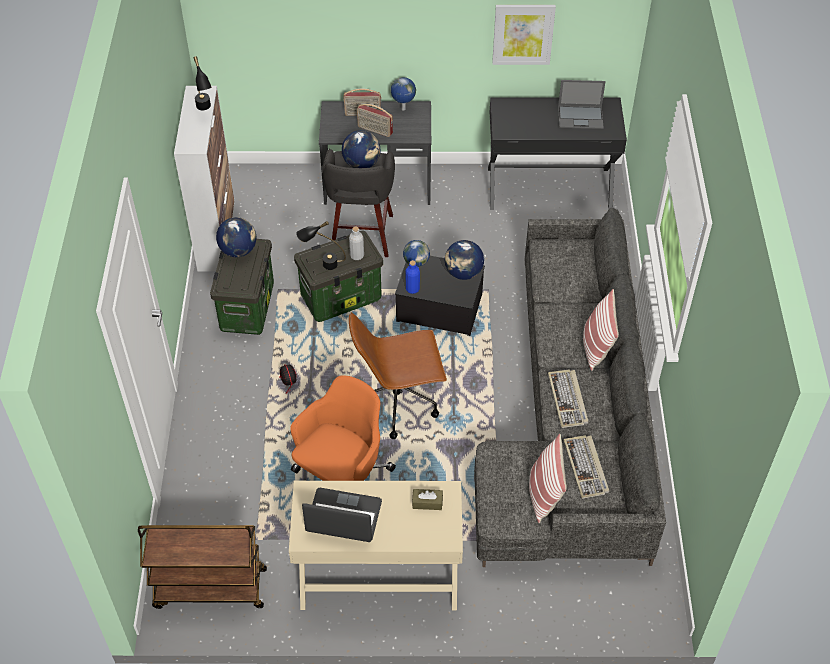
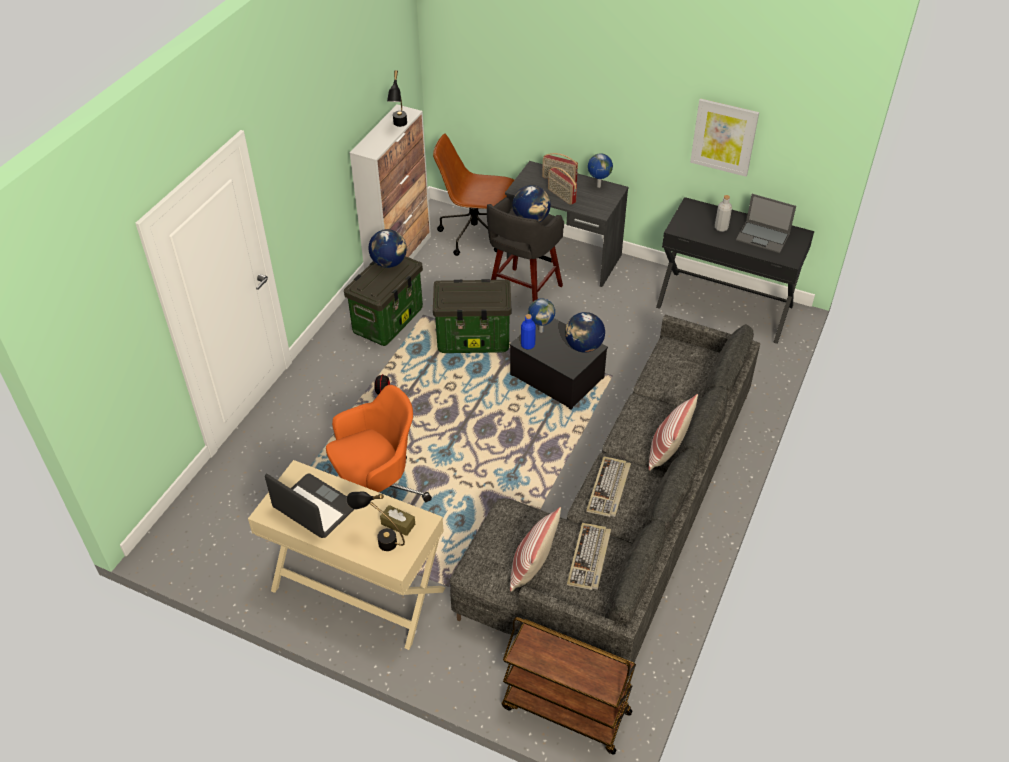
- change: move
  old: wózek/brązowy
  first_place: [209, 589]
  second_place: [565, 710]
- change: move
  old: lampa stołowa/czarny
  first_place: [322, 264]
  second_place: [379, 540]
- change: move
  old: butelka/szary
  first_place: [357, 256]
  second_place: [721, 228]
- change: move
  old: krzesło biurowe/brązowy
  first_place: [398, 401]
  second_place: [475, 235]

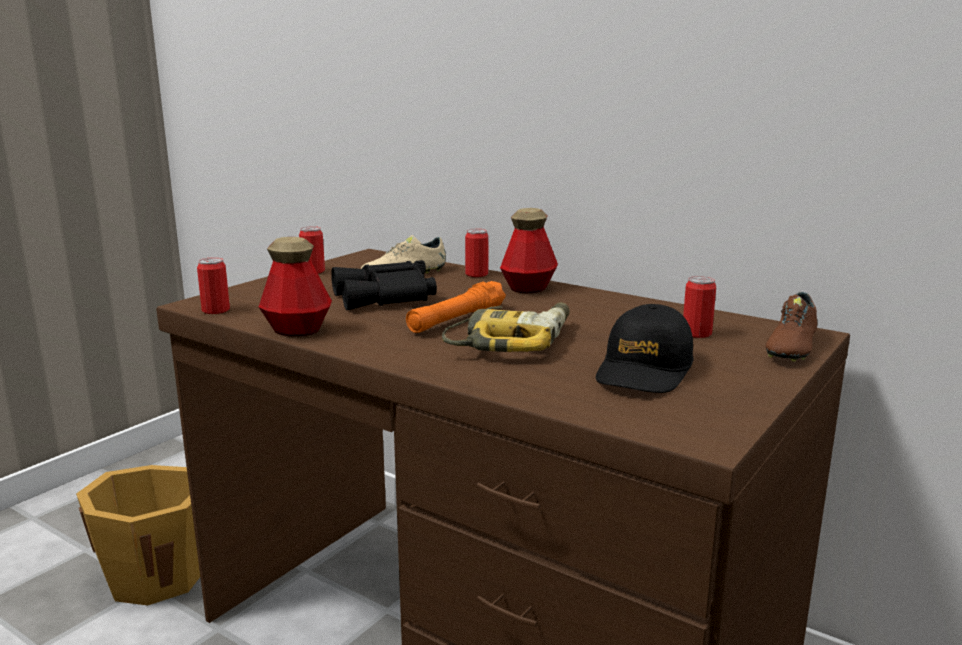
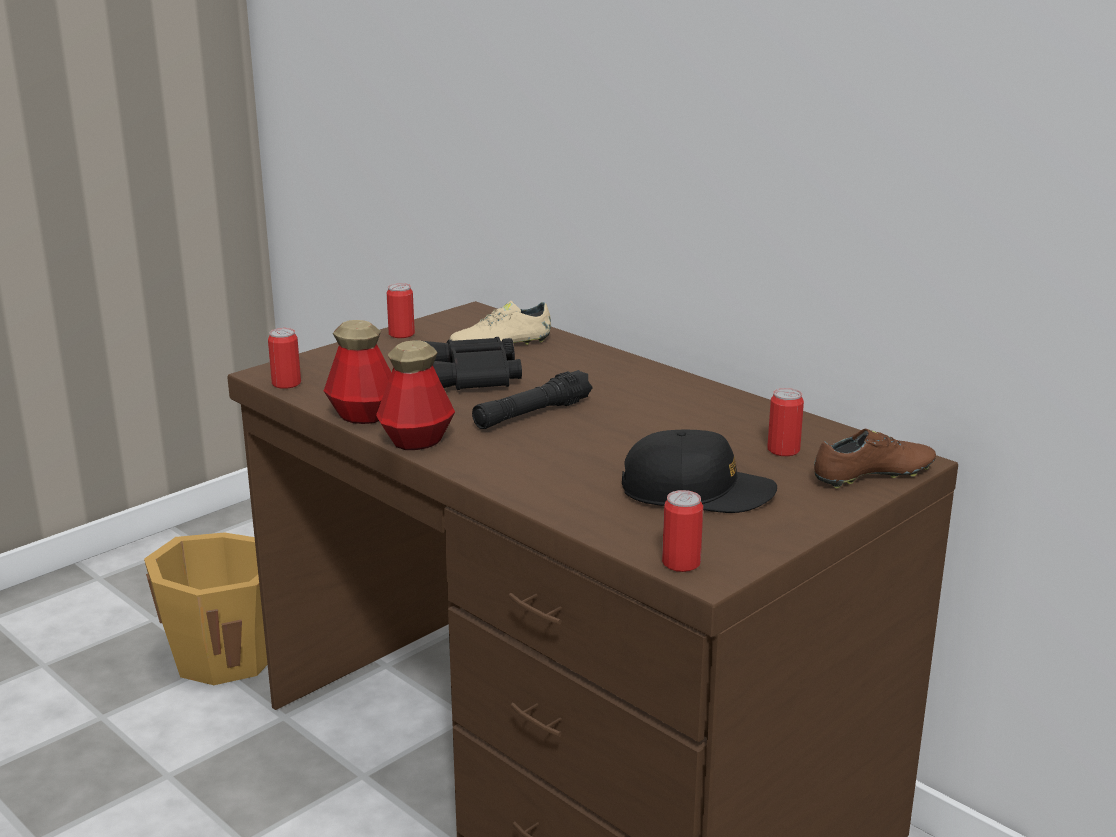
- change: delete
  old: wiertarka
  first_place: [512, 340]
- change: move
  old: puszka
  first_place: [476, 274]
  second_place: [681, 563]
- change: move
  old: butelka
  first_place: [528, 288]
  second_place: [417, 441]
- change: recolor
  old: latarka/pomarańczowy
  new: latarka/czarny
  first_place: [456, 320]
  second_place: [532, 414]
- change: rotate
  old: czapka z daszkiem/czarny
  first_place: [645, 370]
  second_place: [697, 492]
  degrees: -120
- change: rotate
  old: but/brązowy
  first_place: [790, 347]
  second_place: [873, 476]
  degrees: -150

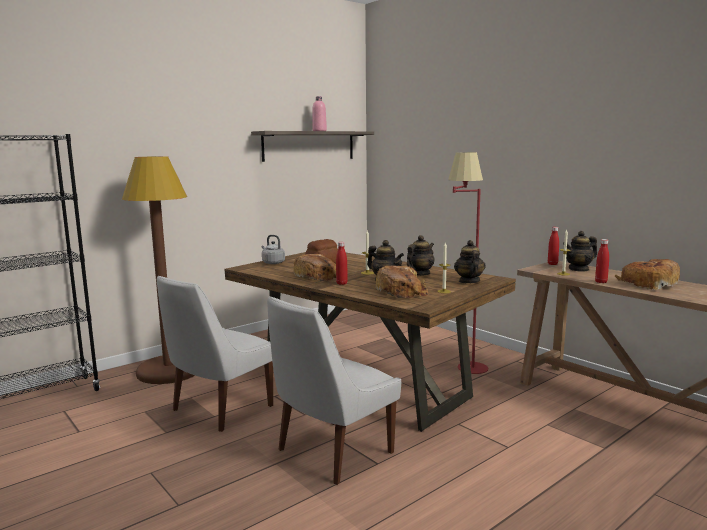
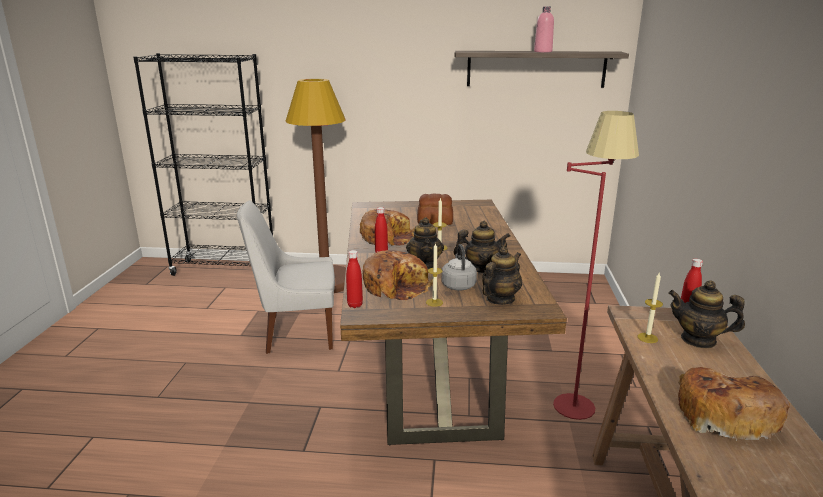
- change: delete
  old: krzesło/biały
  first_place: [331, 453]
- change: move
  old: czajnik/szary
  first_place: [272, 263]
  second_place: [458, 285]
- change: move
  old: butelka/czerwony
  first_place: [601, 282]
  second_place: [355, 305]

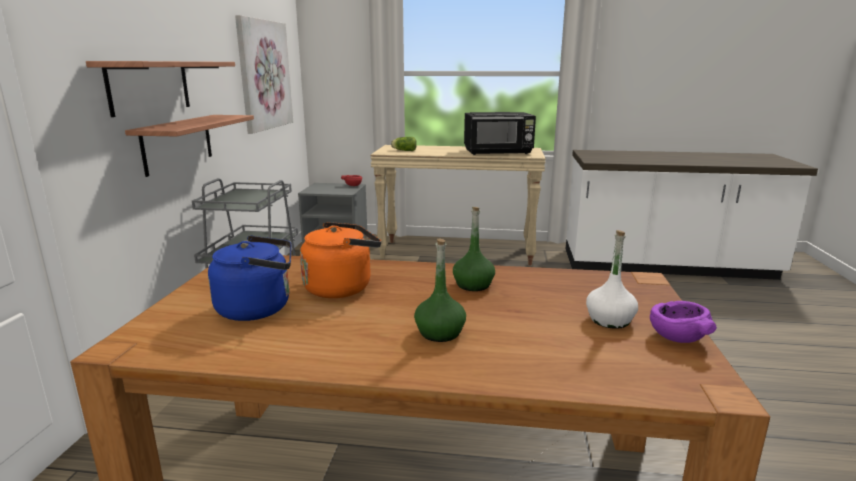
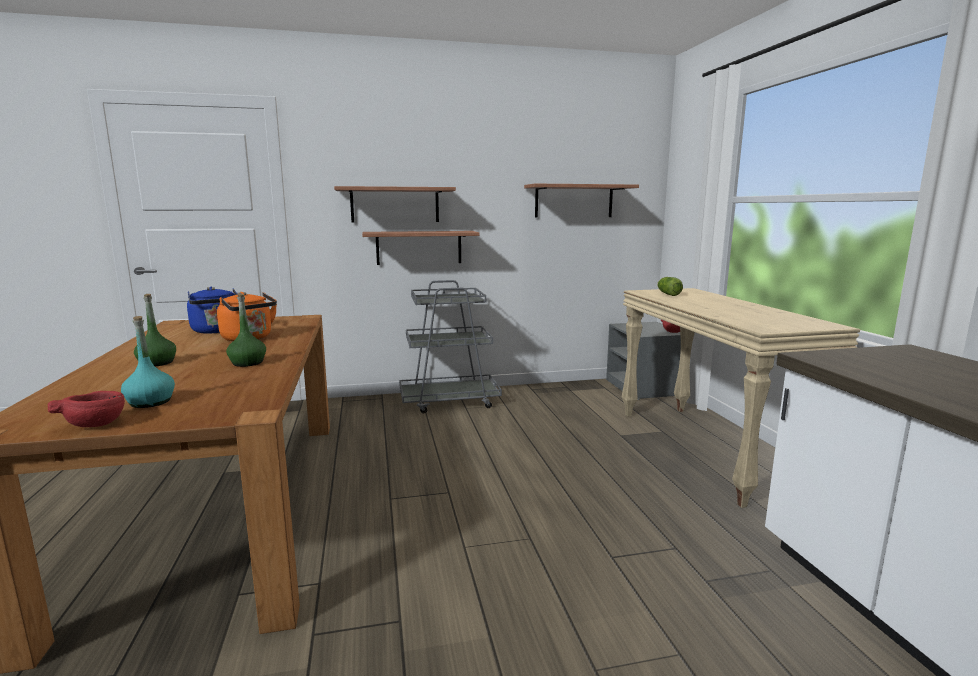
- change: delete
  old: mikrofalówka/czarny
  first_place: [498, 152]
- change: replace
  old: obraz
  new: półka
  first_place: [265, 75]
  second_place: [574, 201]
- change: recolor
  old: butelka/biały
  new: butelka/turkusowy
  first_place: [610, 320]
  second_place: [151, 402]
- change: recolor
  old: miska/fioletowy
  new: miska/czerwony
  first_place: [677, 337]
  second_place: [96, 424]

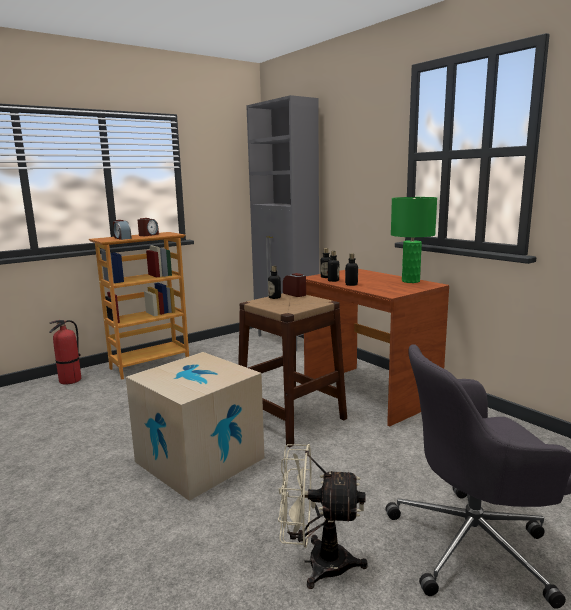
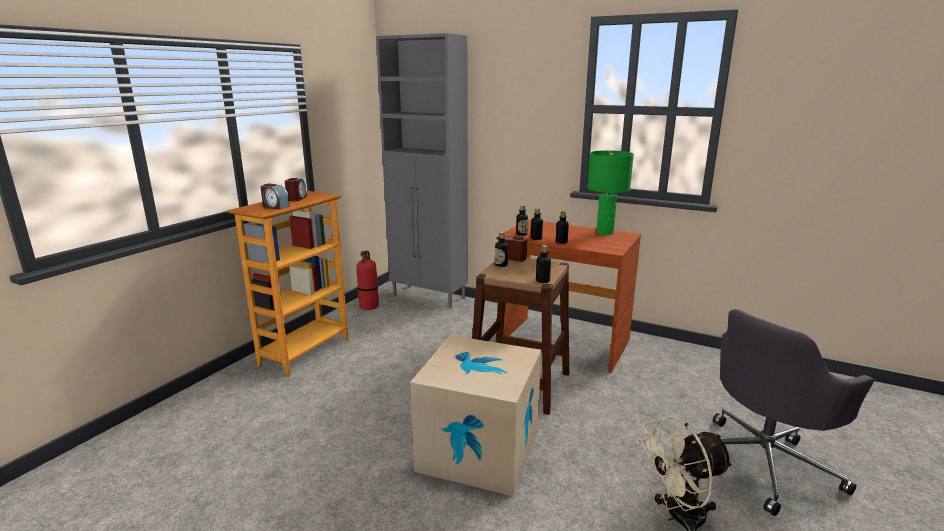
- change: insert
  new: butelka
  second_place: [542, 281]
- change: move
  old: gaśnica
  first_place: [70, 380]
  second_place: [369, 306]

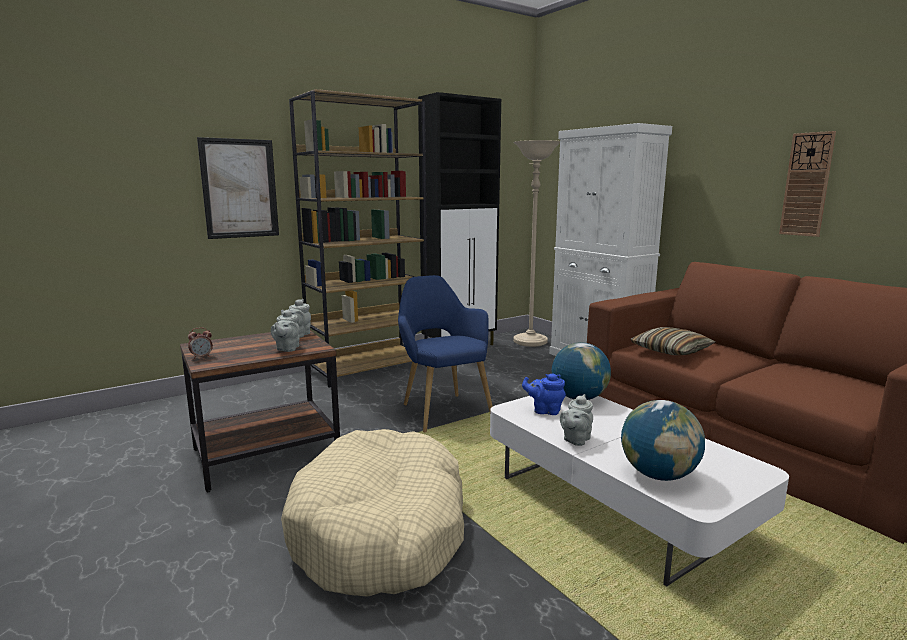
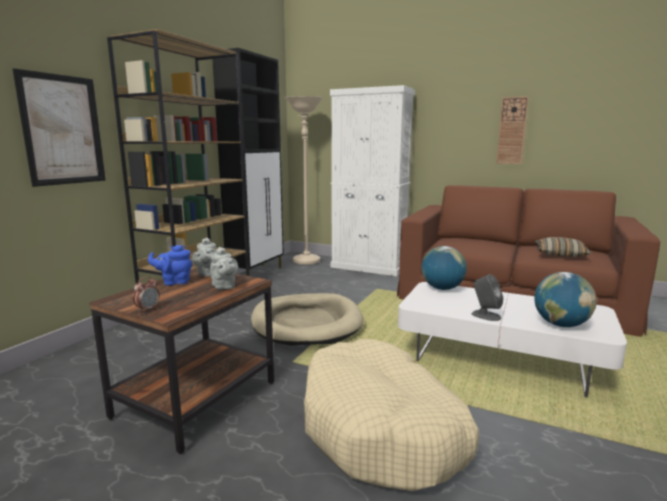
- change: move
  old: imbryk/niebieski
  first_place: [545, 411]
  second_place: [174, 282]
- change: move
  old: poduszka
  first_place: [671, 351]
  second_place: [560, 254]
- change: replace
  old: fotel/niebieski
  new: legowisko/beżowy
  first_place: [442, 410]
  second_place: [306, 323]
- change: replace
  old: imbryk/szary
  new: głośnik/szary
  first_place: [575, 440]
  second_place: [485, 315]

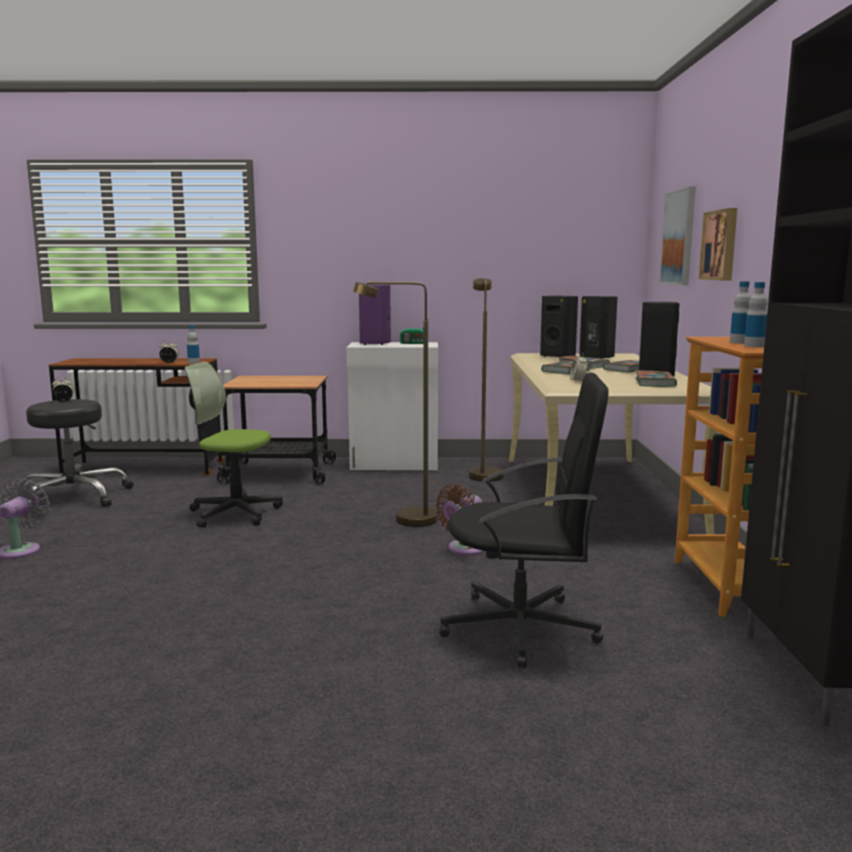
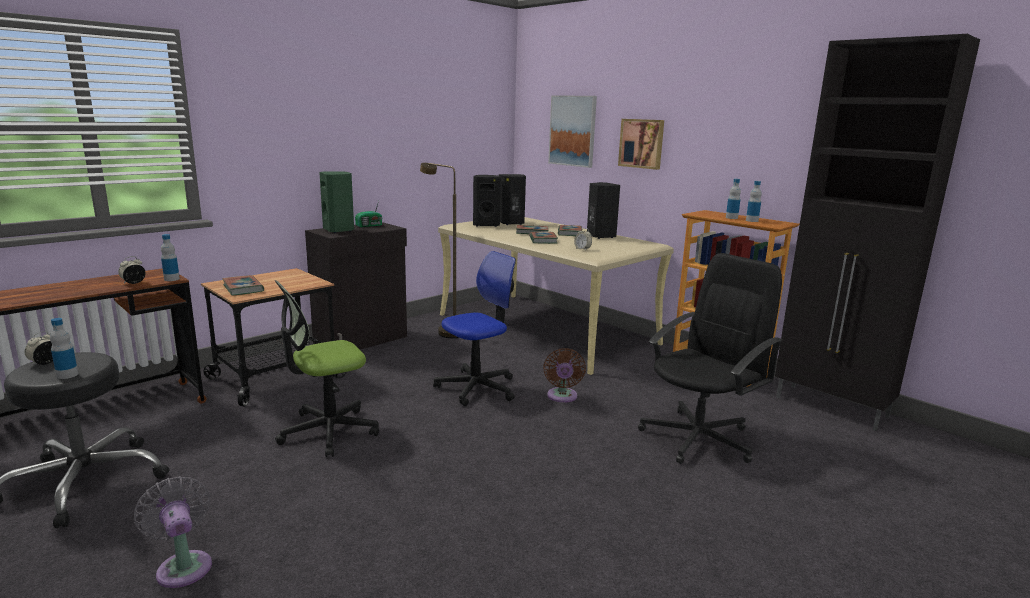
- change: insert
  new: butelka
  second_place: [67, 375]
- change: move
  old: książka
  first_place: [655, 383]
  second_place: [243, 288]
- change: replace
  old: lampa stojąca/brązowy
  new: krzesło biurowe
  first_place: [404, 520]
  second_place: [477, 388]
- change: recolor
  old: szafka/biały
  new: szafka/czarny
  first_place: [395, 464]
  second_place: [362, 340]
- change: recolor
  old: głośnik/fioletowy
  new: głośnik/zielony
  first_place: [376, 343]
  second_place: [339, 230]

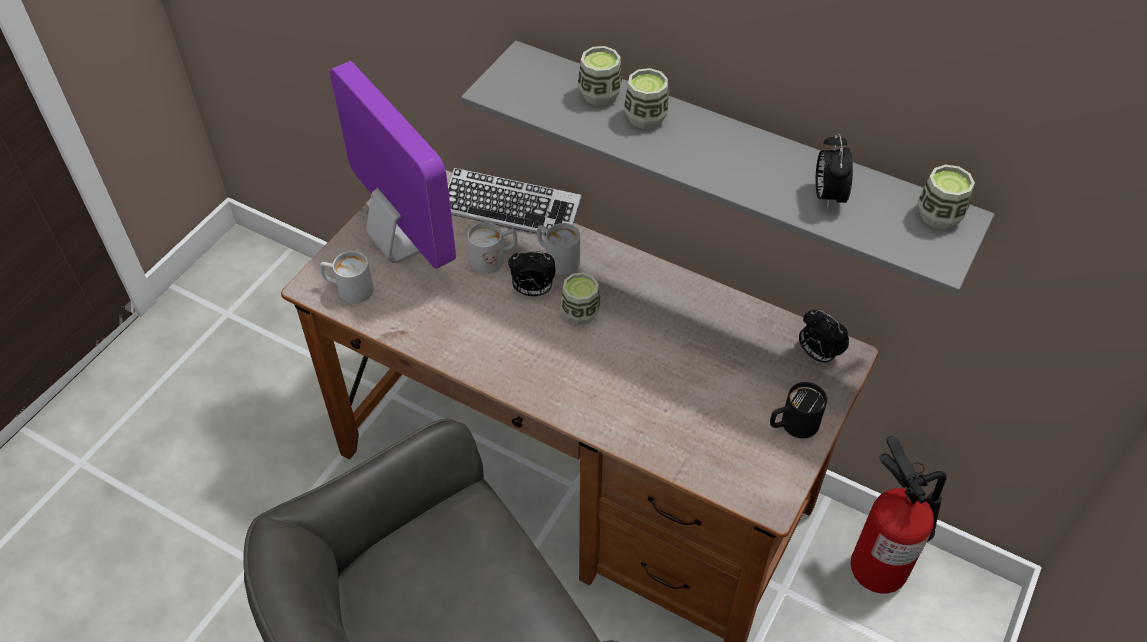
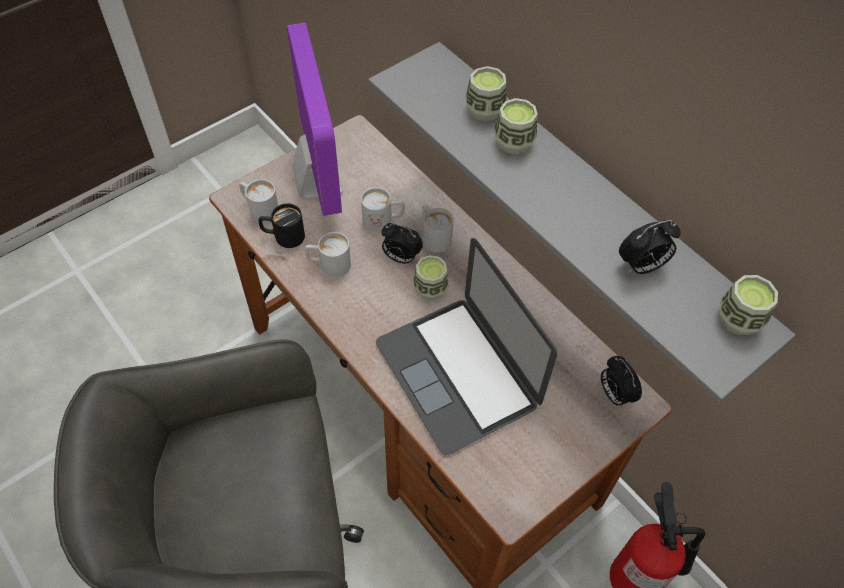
- change: delete
  old: klawiatura
  first_place: [511, 210]
- change: insert
  new: kubek/biały
  second_place: [328, 265]
- change: insert
  new: laptop
  second_place: [457, 373]
- change: move
  old: kubek/czarny
  first_place: [792, 425]
  second_place: [283, 236]
- change: rotate
  old: budzik
  first_place: [828, 195]
  second_place: [641, 266]
  degrees: -135

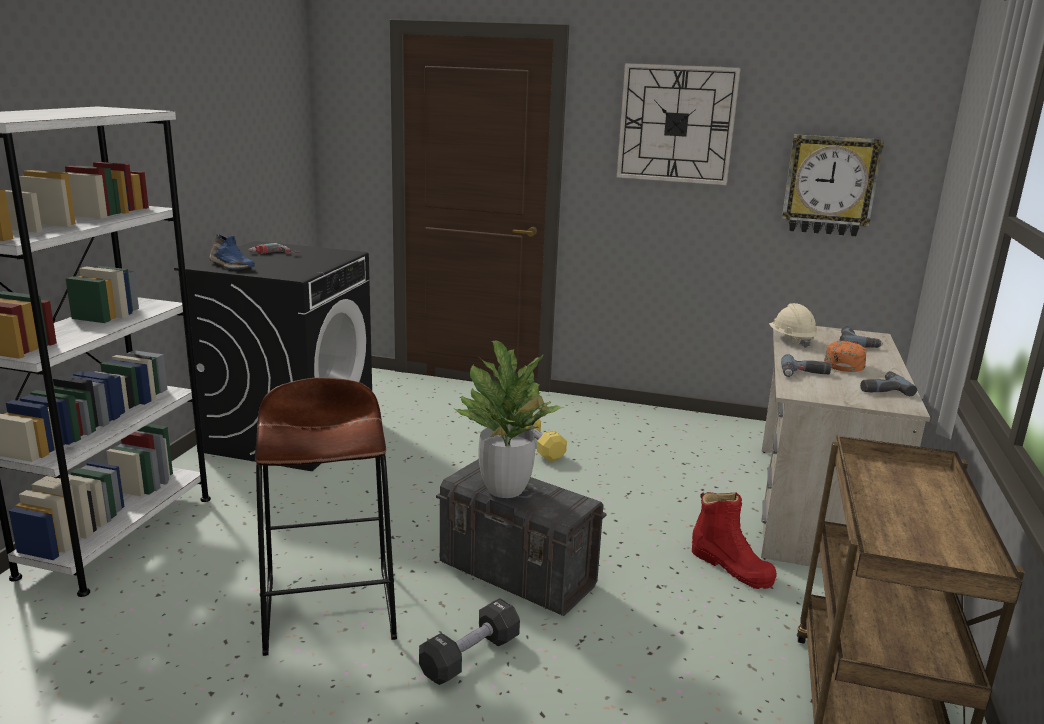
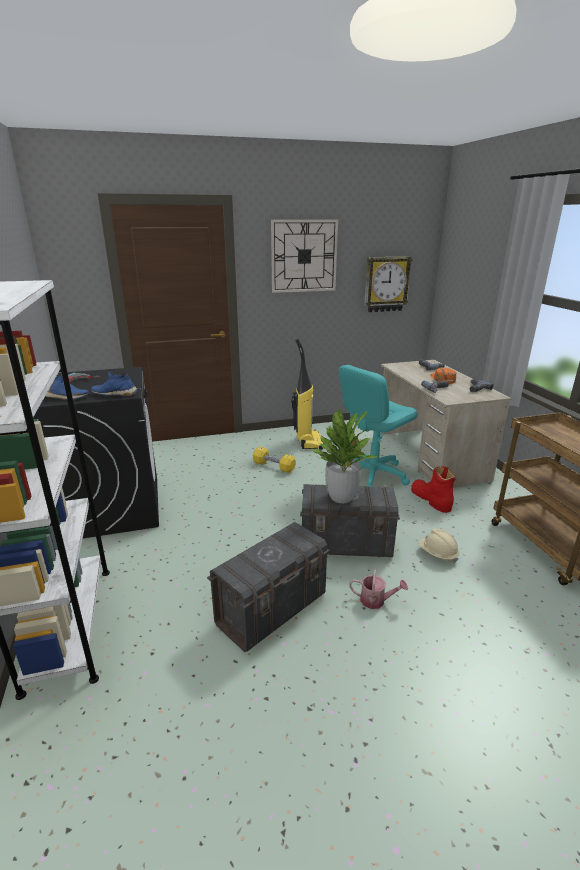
- change: insert
  new: but/niebieski
  second_place: [115, 394]
- change: insert
  new: odkurzacz
  second_place: [308, 441]
- change: insert
  new: krzesło biurowe/turkusowy
  second_place: [372, 474]
- change: move
  old: kask/beżowy
  first_place: [791, 340]
  second_place: [437, 554]
- change: replace
  old: stołek/brązowy
  new: pojemnik do przechowywania/szary
  first_place: [330, 608]
  second_place: [272, 609]
- change: replace
  old: hantel/czarny
  new: konewka
  first_place: [470, 656]
  second_place: [376, 600]
- change: rotate
  old: but z cholewką/czerwony
  first_place: [731, 566]
  second_place: [430, 499]
  degrees: -135

